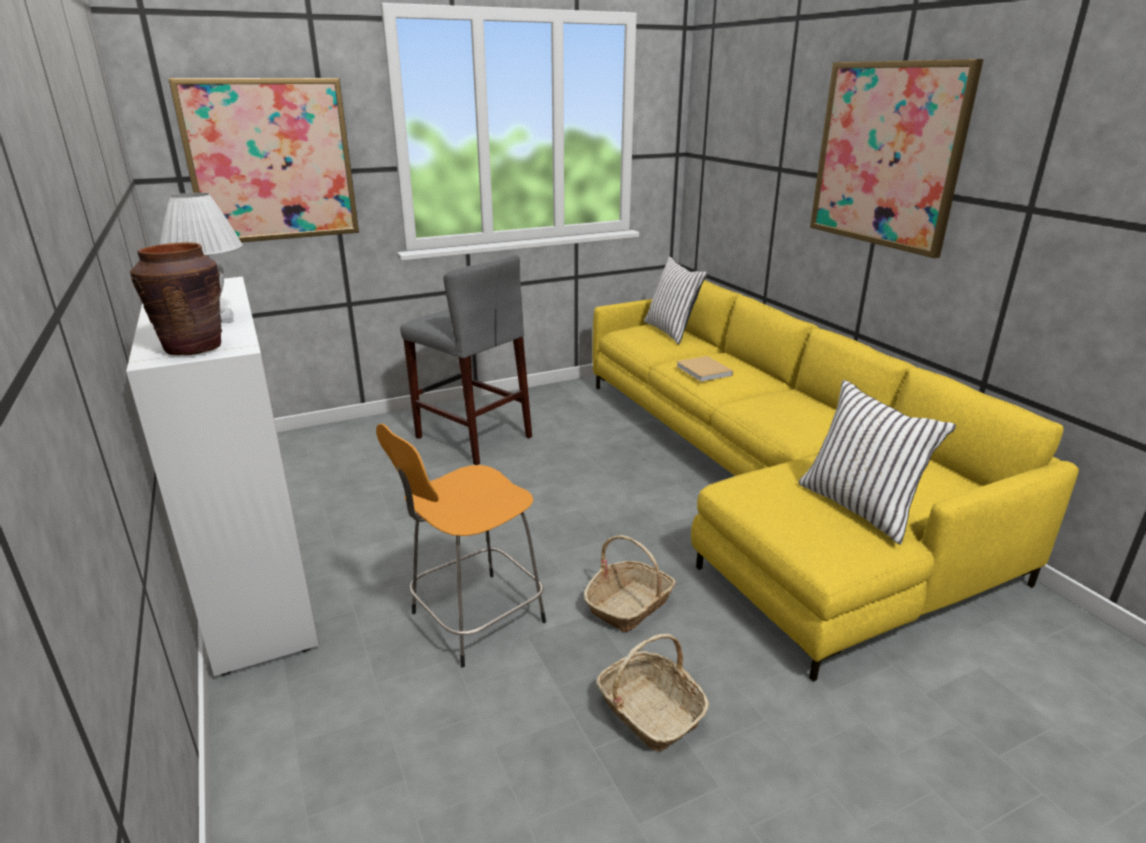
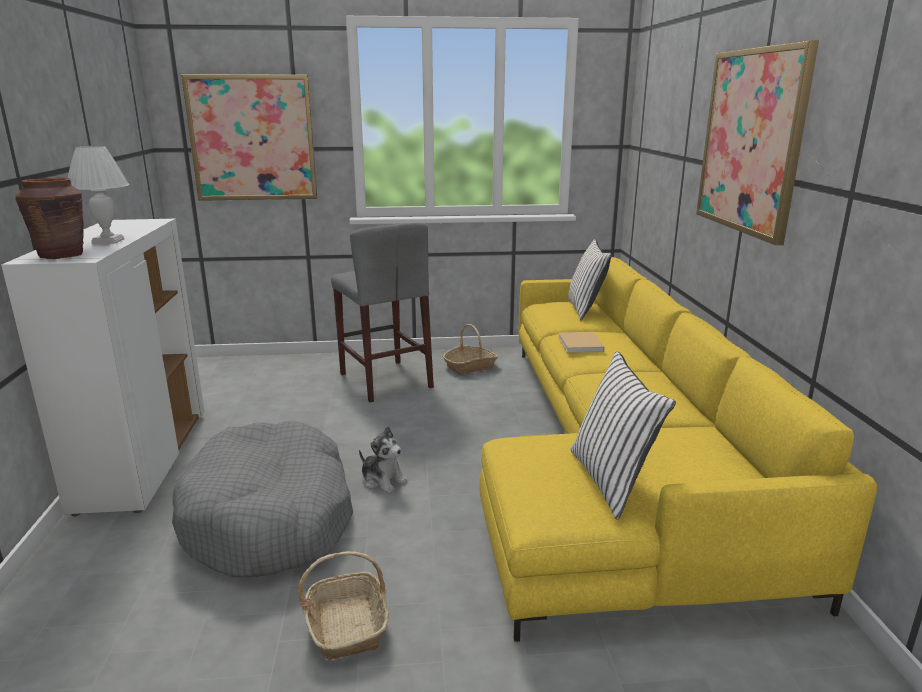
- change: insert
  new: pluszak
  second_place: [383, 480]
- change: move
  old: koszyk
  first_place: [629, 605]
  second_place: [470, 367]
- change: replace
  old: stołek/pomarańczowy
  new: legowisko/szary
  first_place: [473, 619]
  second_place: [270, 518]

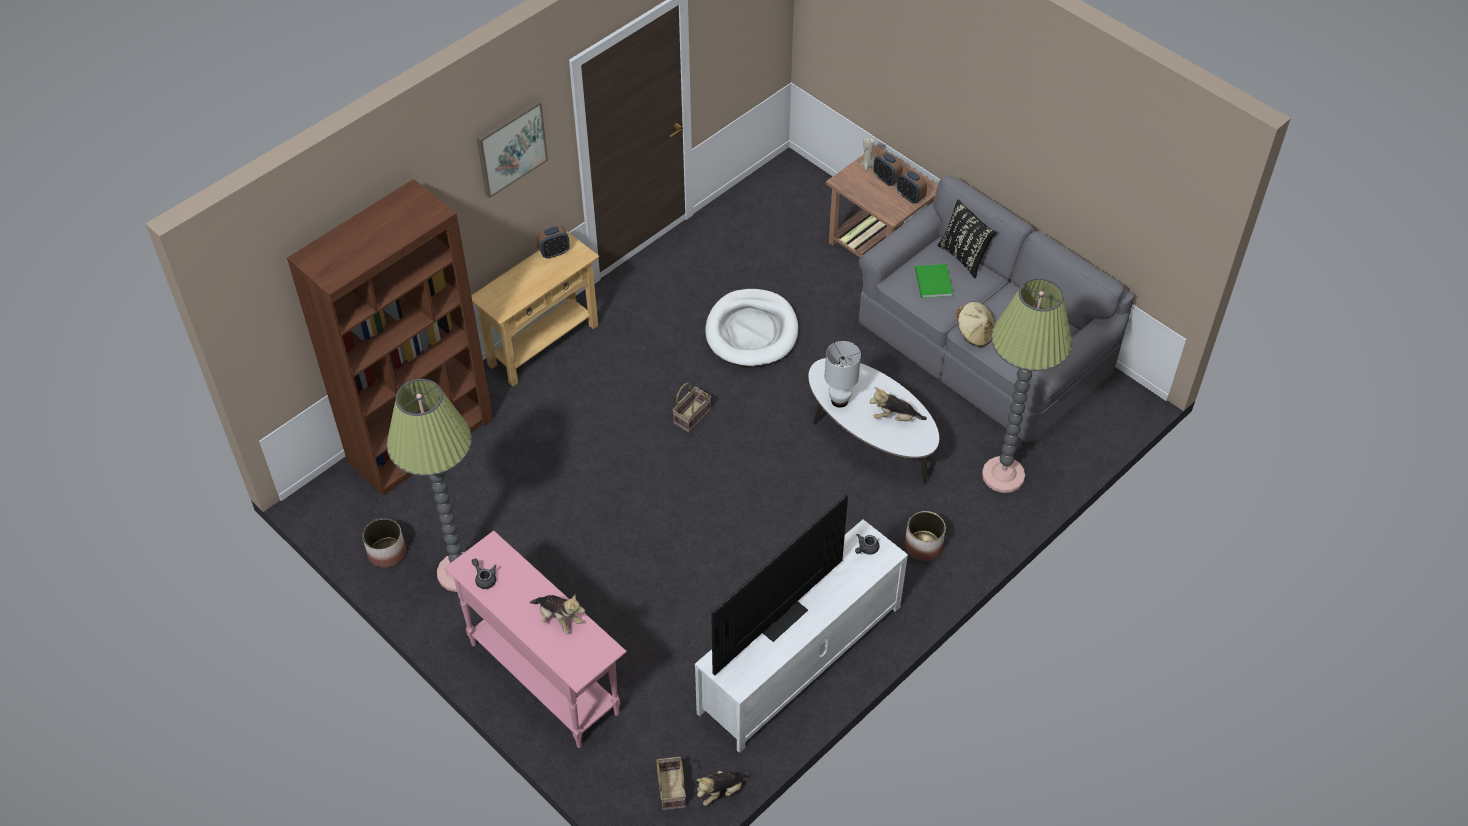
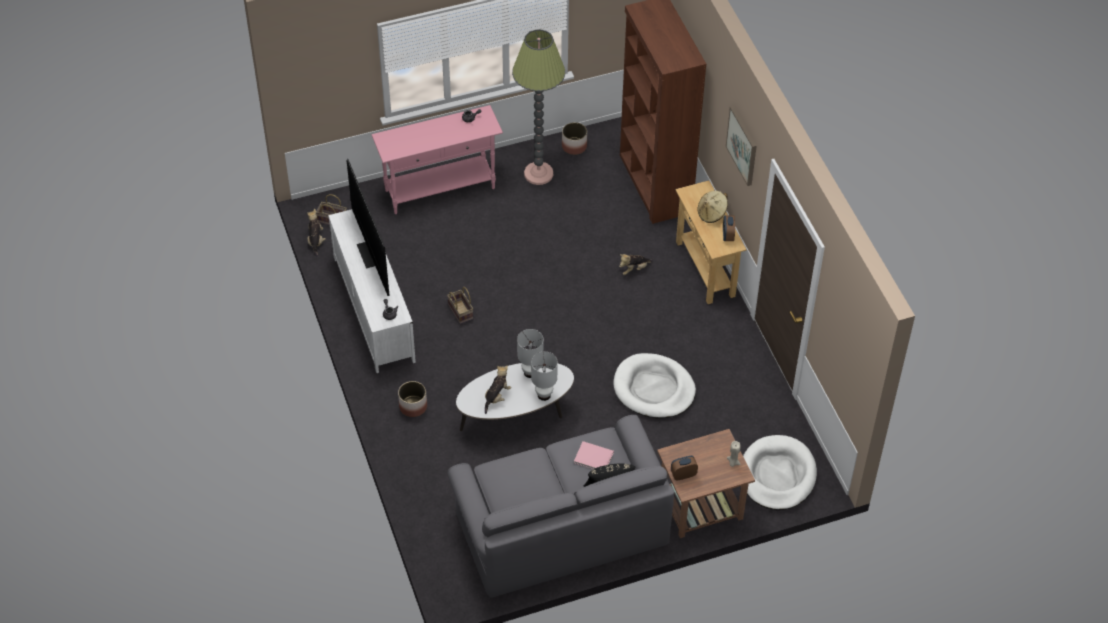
- change: delete
  old: budzik
  first_place: [886, 179]
- change: delete
  old: lampa stojąca
  first_place: [1003, 475]
- change: insert
  new: lampa stołowa/biały
  second_place: [544, 395]
- change: insert
  new: legowisko/biały
  second_place: [777, 475]
- change: move
  old: pluszak
  first_place: [558, 619]
  second_place: [634, 269]
- change: move
  old: koszyk
  first_place: [692, 415]
  second_place: [461, 312]
- change: move
  old: kapelusz/beżowy
  first_place: [975, 333]
  second_place: [712, 213]
- change: recolor
  old: książka/zielony
  new: książka/różowy
  first_place: [932, 283]
  second_place: [593, 456]

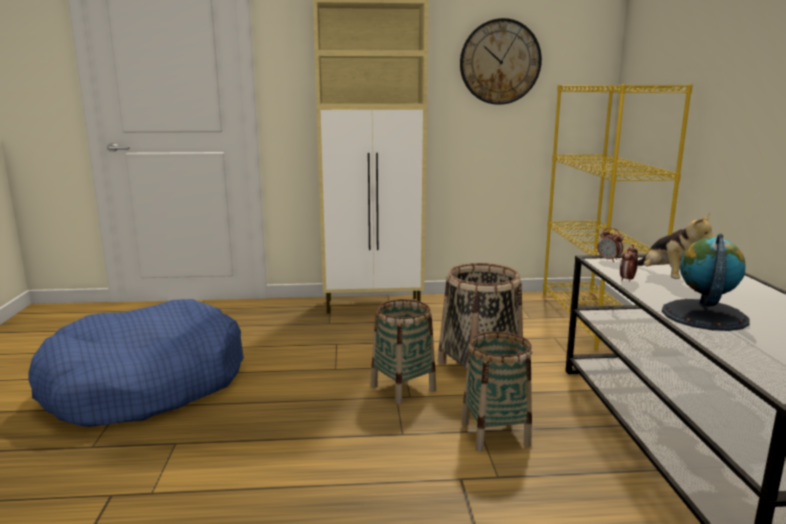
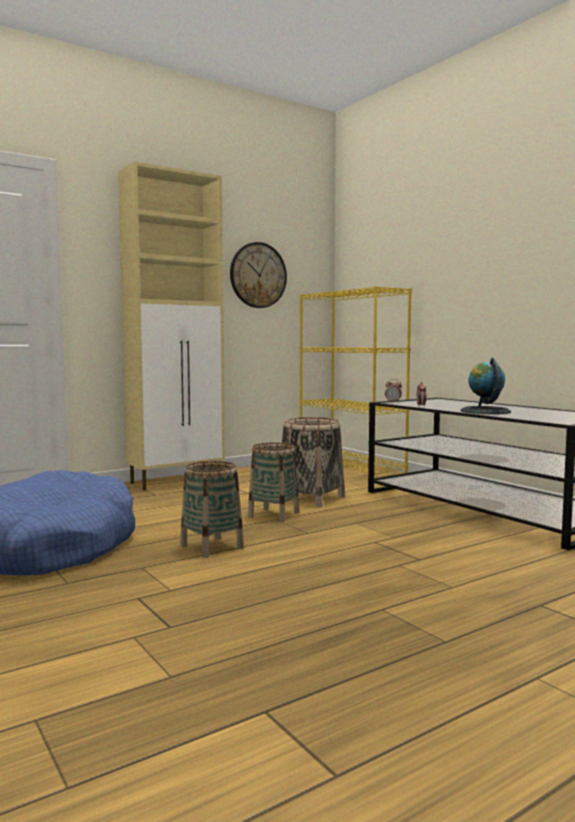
- change: delete
  old: pluszak
  first_place: [668, 279]
- change: move
  old: koszyk
  first_place: [495, 433]
  second_place: [212, 547]

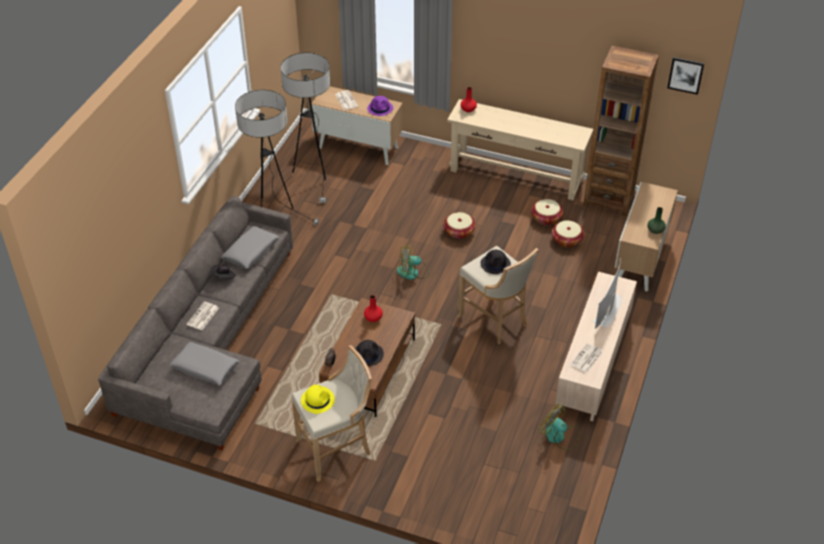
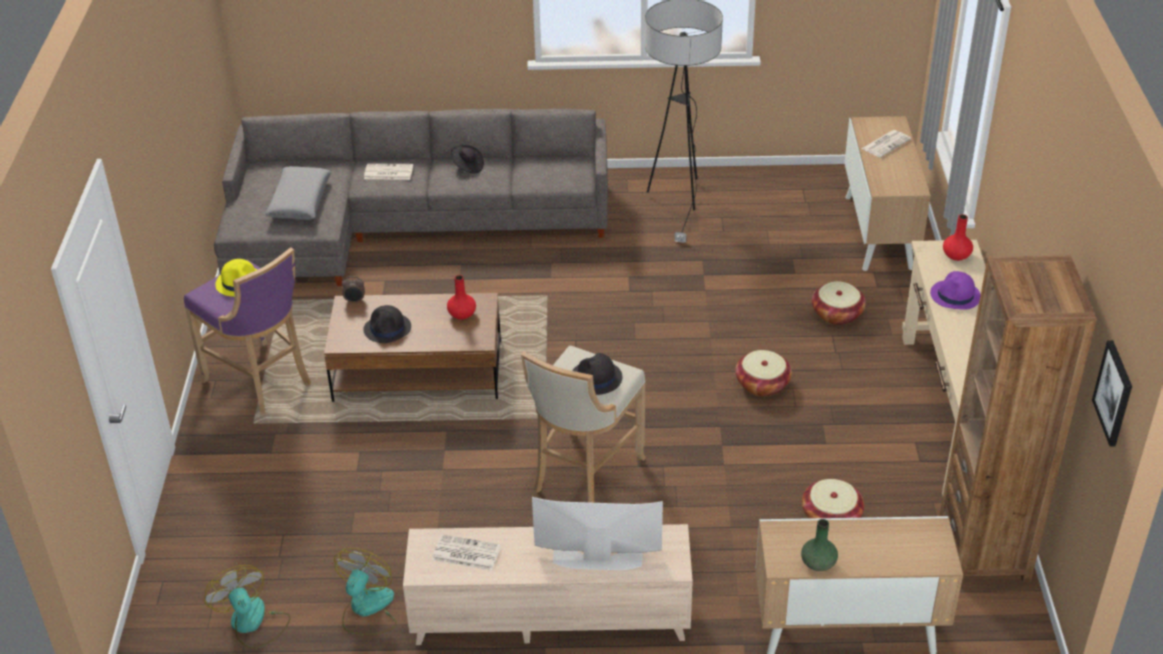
- change: delete
  old: poduszka/szary
  first_place: [251, 252]
- change: delete
  old: lampa stojąca
  first_place: [313, 174]
- change: move
  old: kapelusz/fioletowy
  first_place: [380, 108]
  second_place: [955, 296]
- change: move
  old: wentylator
  first_place: [413, 272]
  second_place: [253, 623]
- change: move
  old: koszyk
  first_place: [546, 218]
  second_place: [837, 314]
- change: recolor
  old: stołek/beżowy
  new: stołek/fioletowy
  first_place: [336, 449]
  second_place: [262, 382]

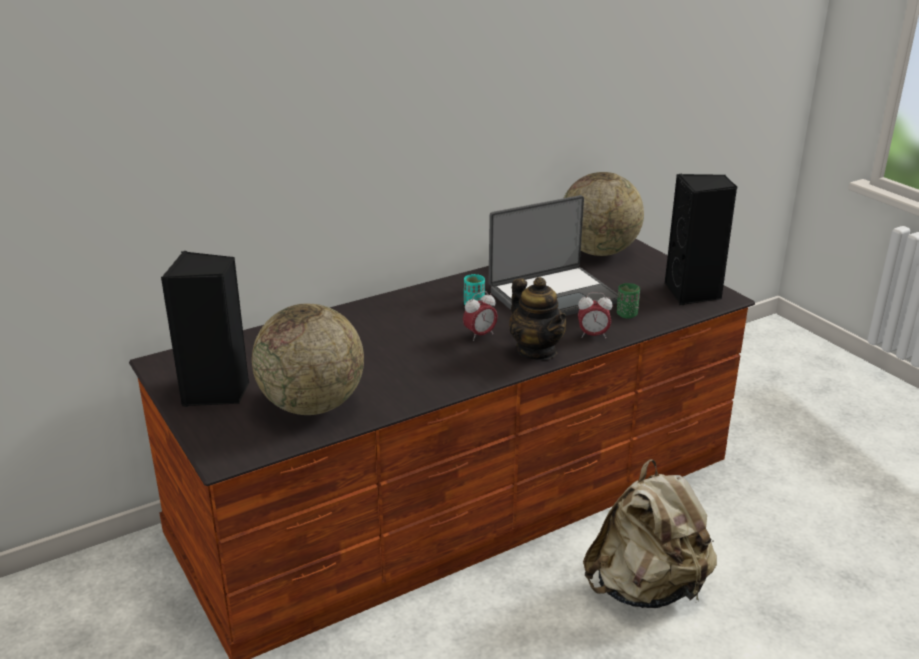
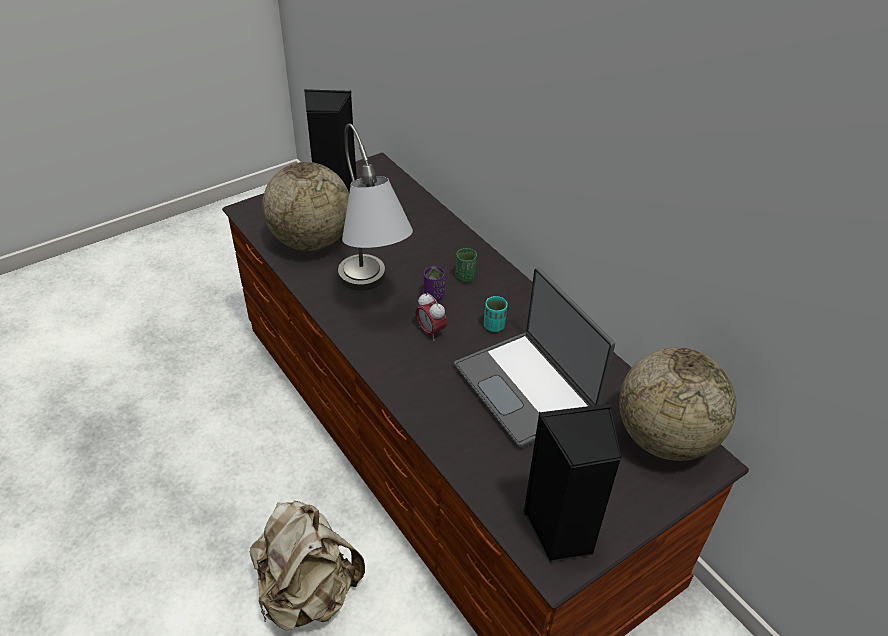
- change: delete
  old: imbryk
  first_place: [536, 351]
- change: delete
  old: budzik
  first_place: [593, 335]
- change: insert
  new: lampa stołowa/szary
  second_place: [372, 295]
- change: insert
  new: filiżanka/fioletowy
  second_place: [433, 295]
- change: move
  old: filiżanka/zielony
  first_place: [626, 314]
  second_place: [465, 277]

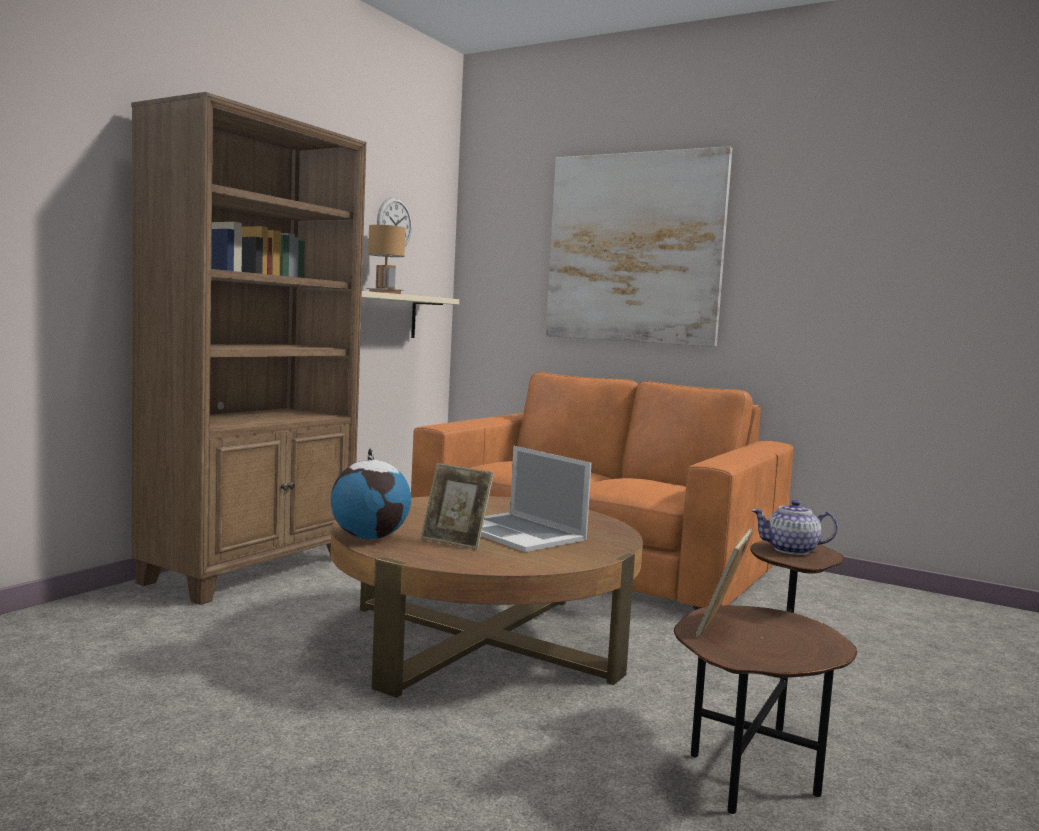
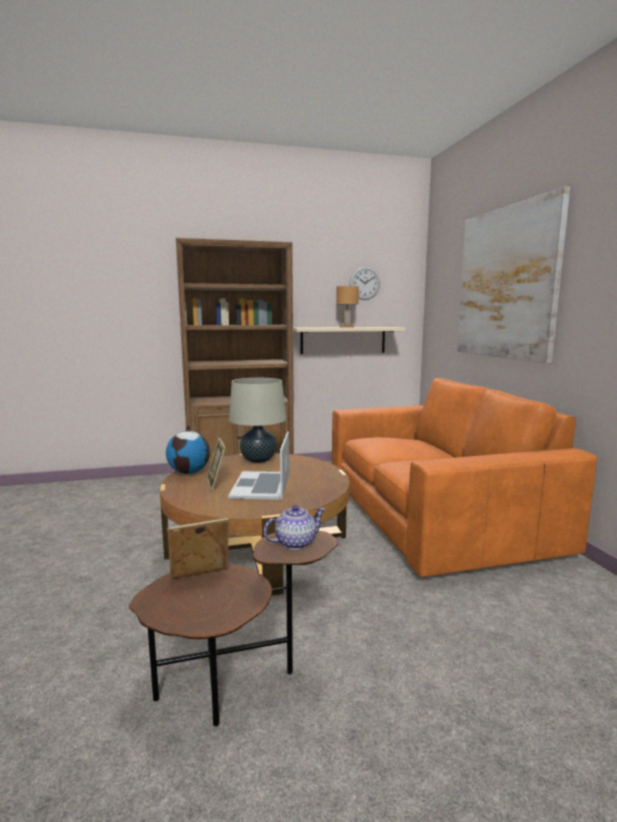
- change: insert
  new: lampa stołowa/beżowy
  second_place: [258, 460]
- change: rotate
  old: imbryk
  first_place: [792, 550]
  second_place: [294, 543]
  degrees: 105

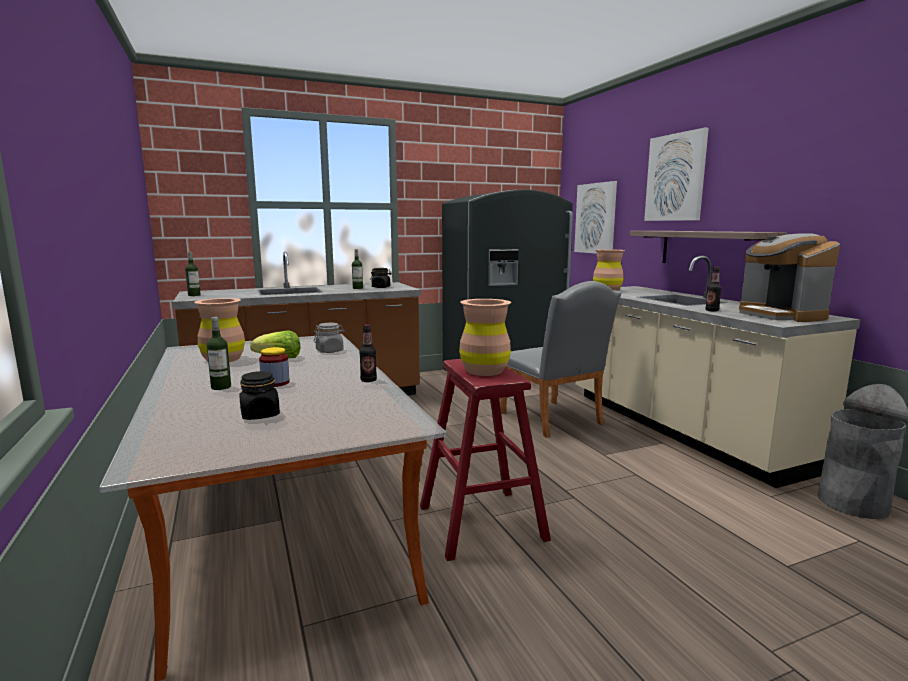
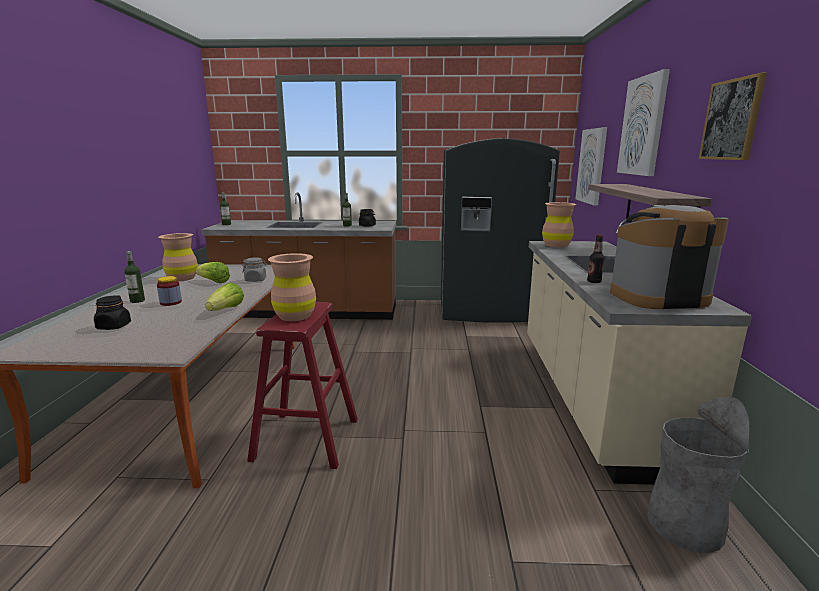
- change: delete
  old: krzesło/szary
  first_place: [554, 420]
- change: insert
  new: obraz
  second_place: [732, 120]
- change: replace
  old: butelka
  new: sałata
  first_place: [368, 380]
  second_place: [226, 310]
- change: rotate
  old: ekspres do kawy
  first_place: [780, 315]
  second_place: [657, 297]
  degrees: 75

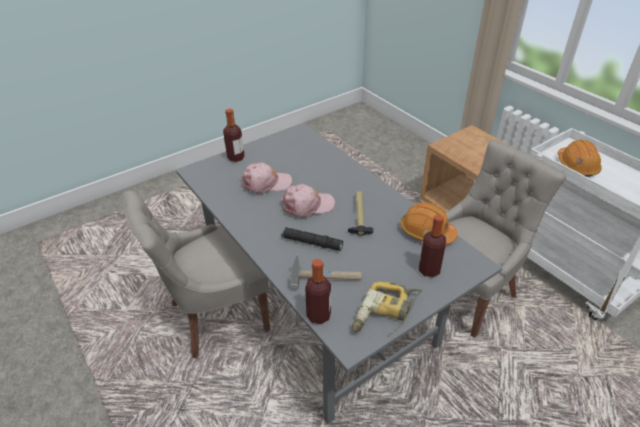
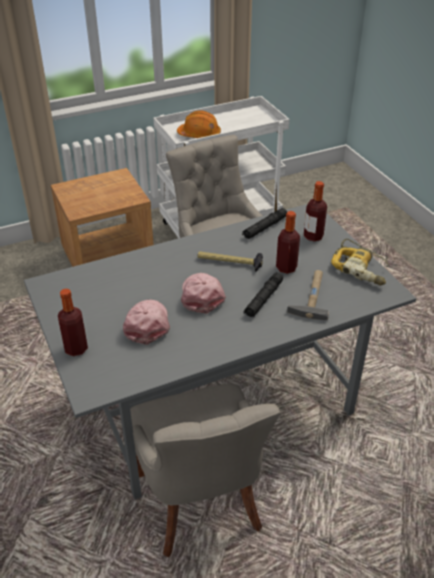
- change: move
  old: butelka
  first_place: [318, 315]
  second_place: [286, 268]
- change: replace
  old: kask/pomarańczowy
  new: latarka/czarny
  first_place: [426, 232]
  second_place: [264, 228]

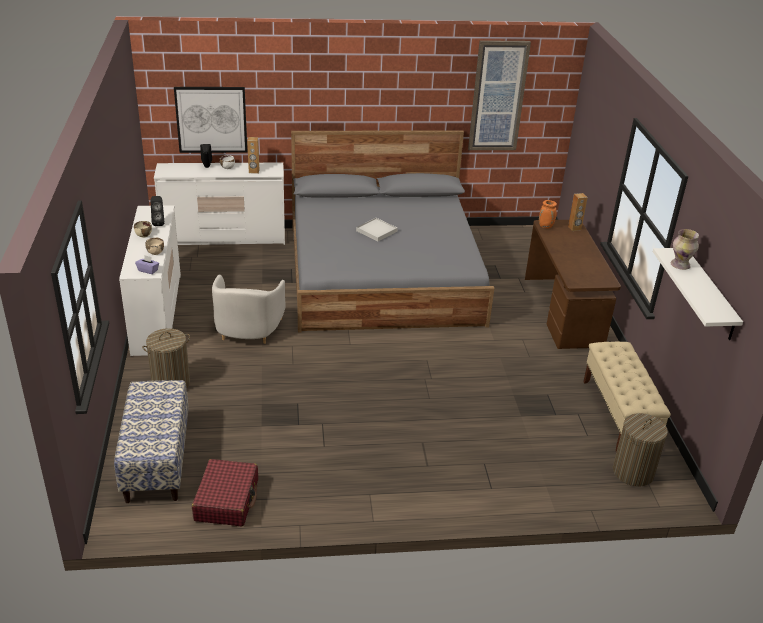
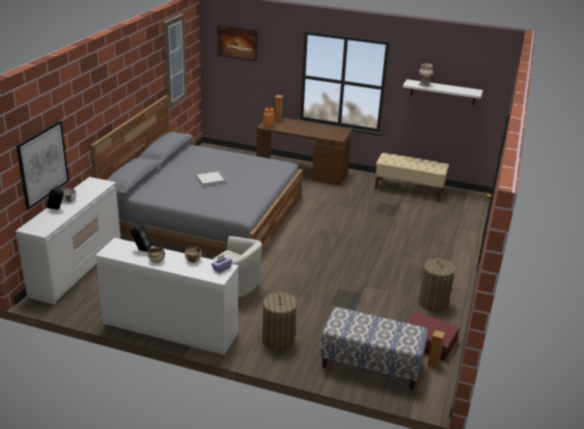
- change: insert
  new: obraz
  second_place: [237, 50]
- change: move
  old: głośnik/brązowy
  first_place: [254, 171]
  second_place: [433, 364]
- change: move
  old: kosz na pranie
  first_place: [633, 472]
  second_place: [433, 303]

